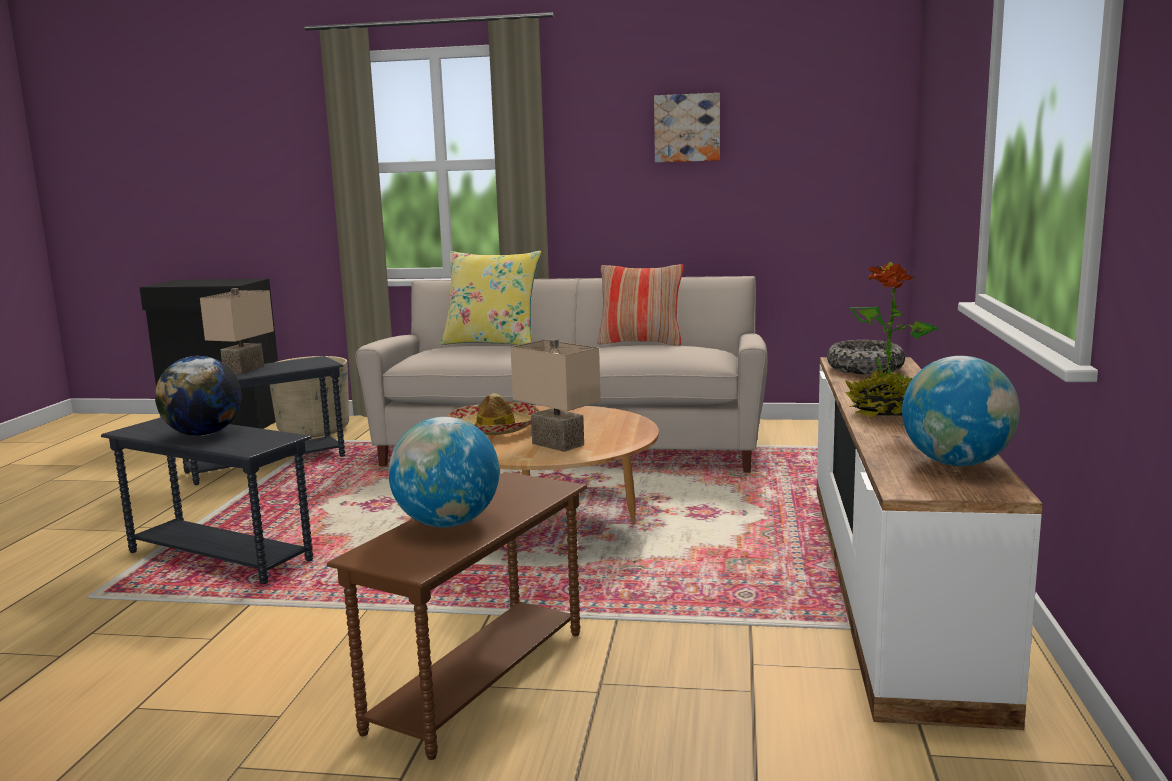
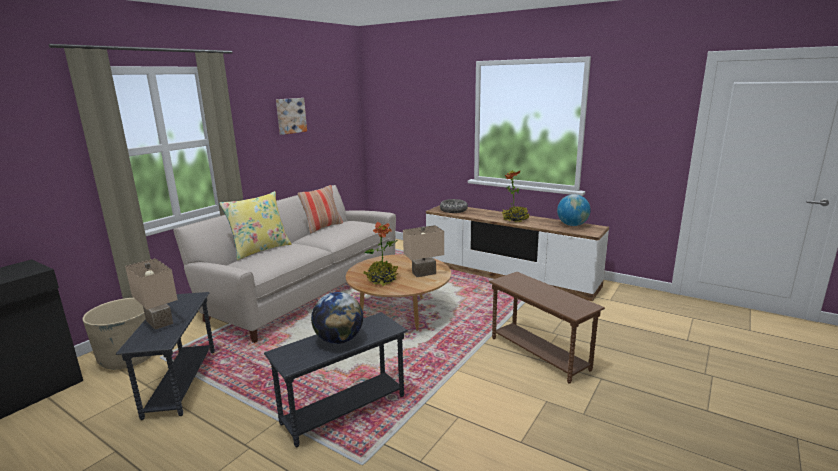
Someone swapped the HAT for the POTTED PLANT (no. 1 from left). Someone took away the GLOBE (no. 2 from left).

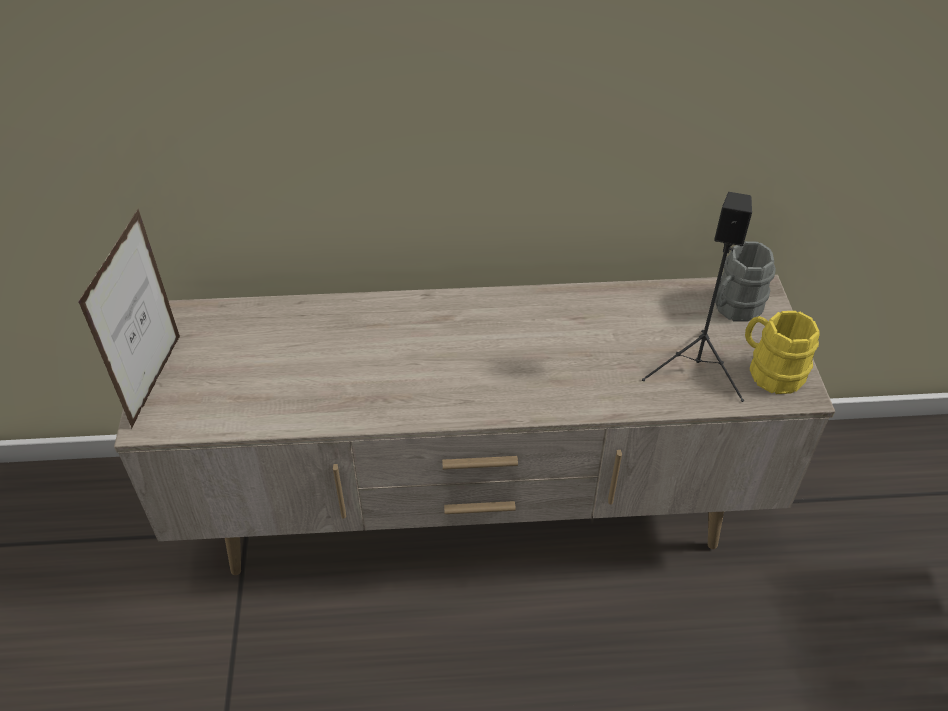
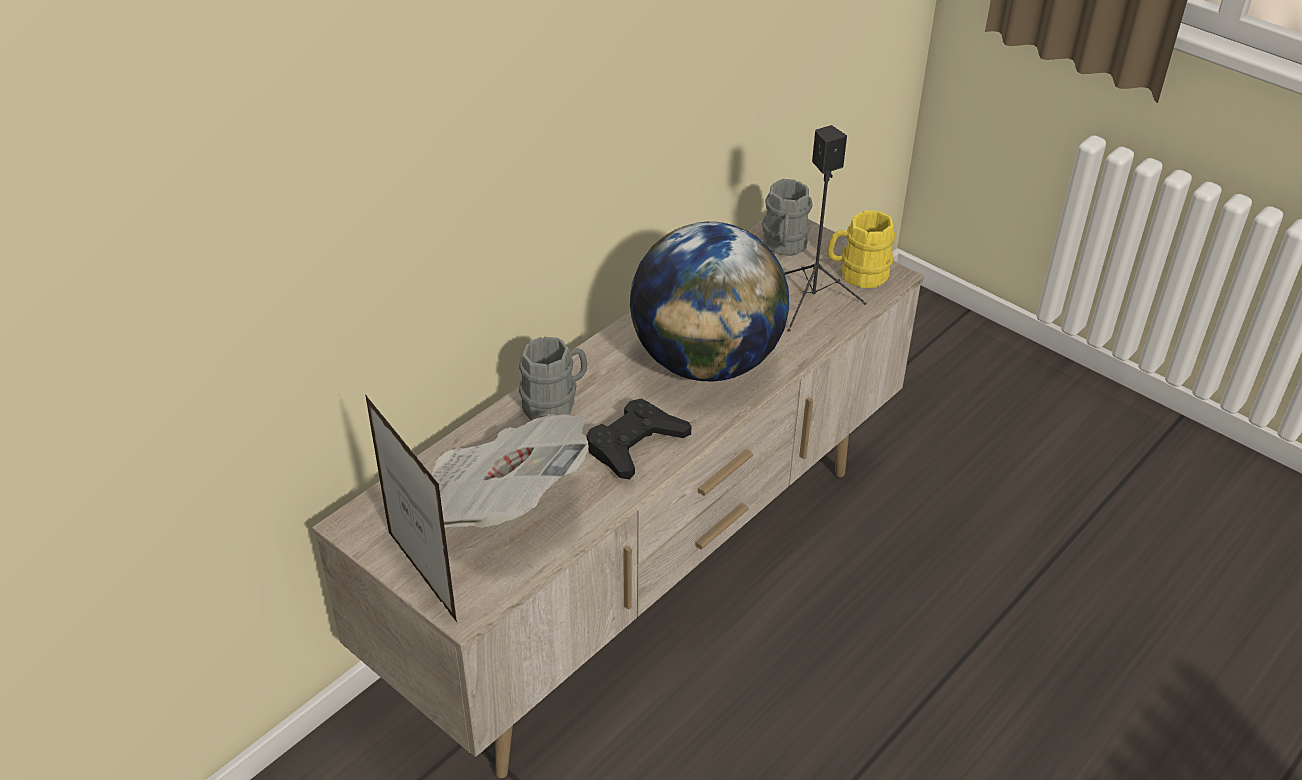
Someone put down the GLOBE. Someone put down the GREY MUG (no. 1 from left). Someone put down the BLACK GAME CONTROLLER. Someone put down the NEWSPAPER.

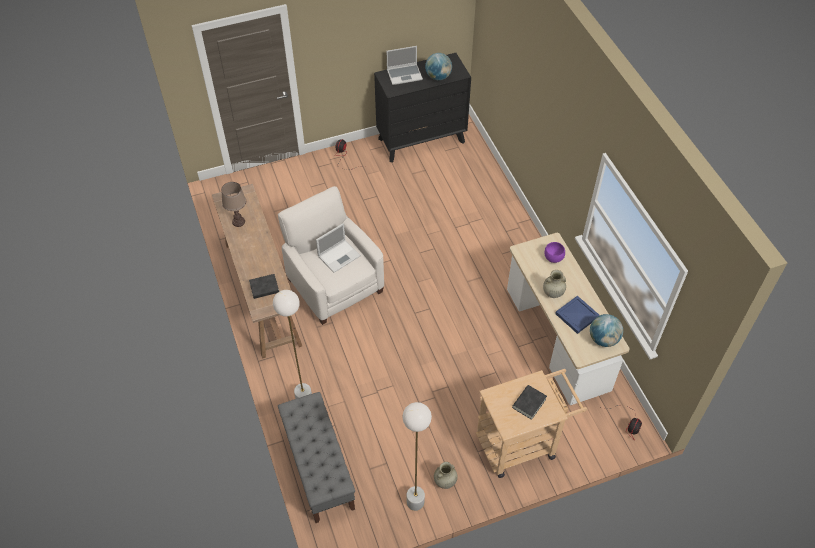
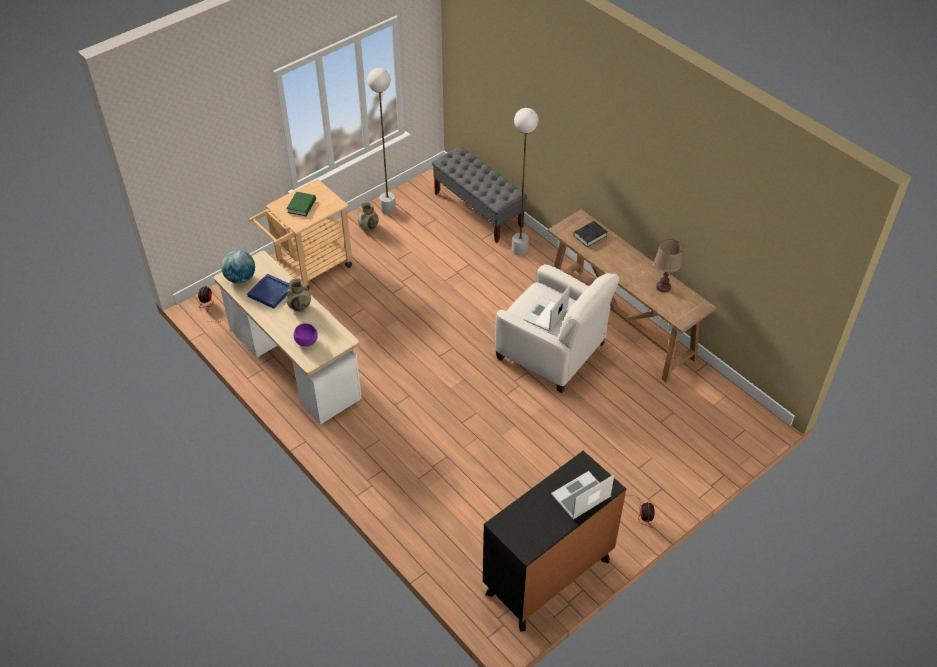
Someone took away the GLOBE (no. 1 from left). Someone repainted the BLACK BOOK (no. 2 from left), which became the GREEN BOOK.

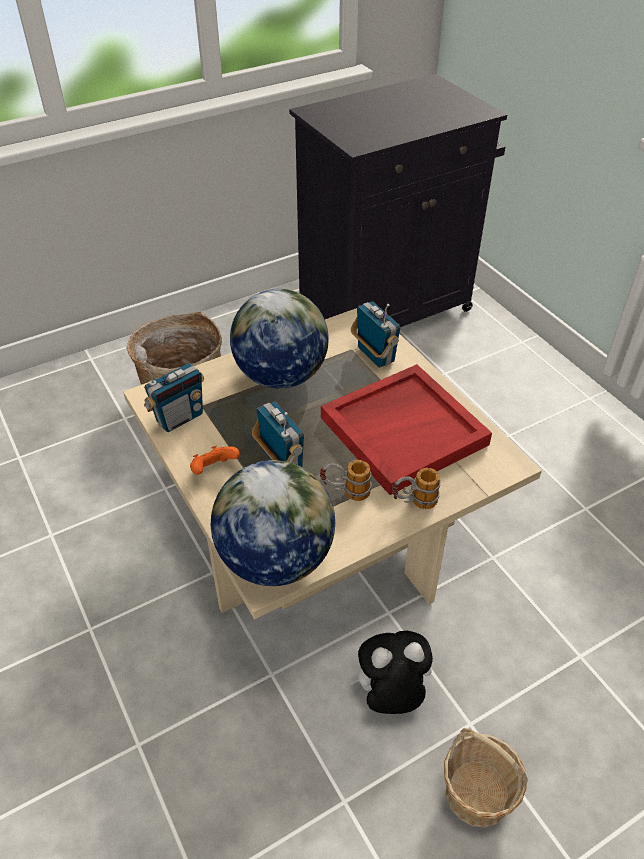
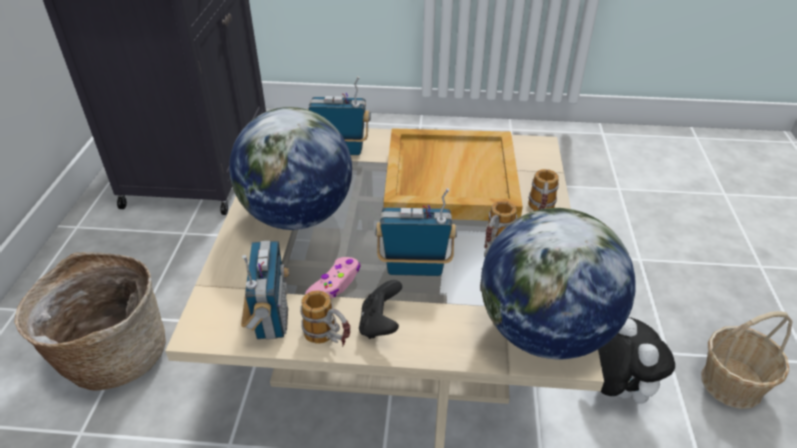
Someone repainted the RED TRAY, which became the BEIGE TRAY. Someone repainted the ORANGE GAME CONTROLLER, which became the BLACK GAME CONTROLLER. Someone rotated the PLUSH TOY by 135 degrees clockwise. Someone put down the PINK GAME CONTROLLER. Someone put down the MUG (no. 1 from left).

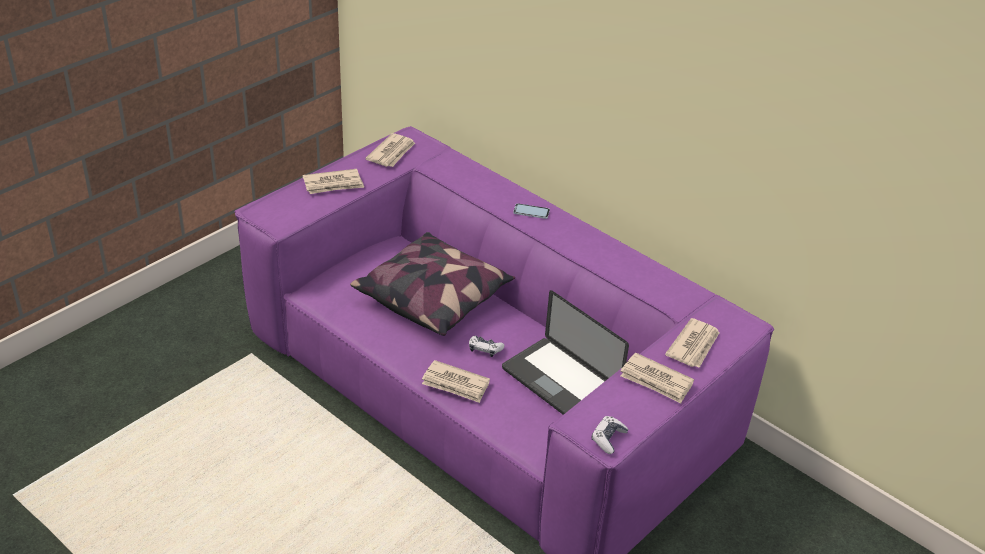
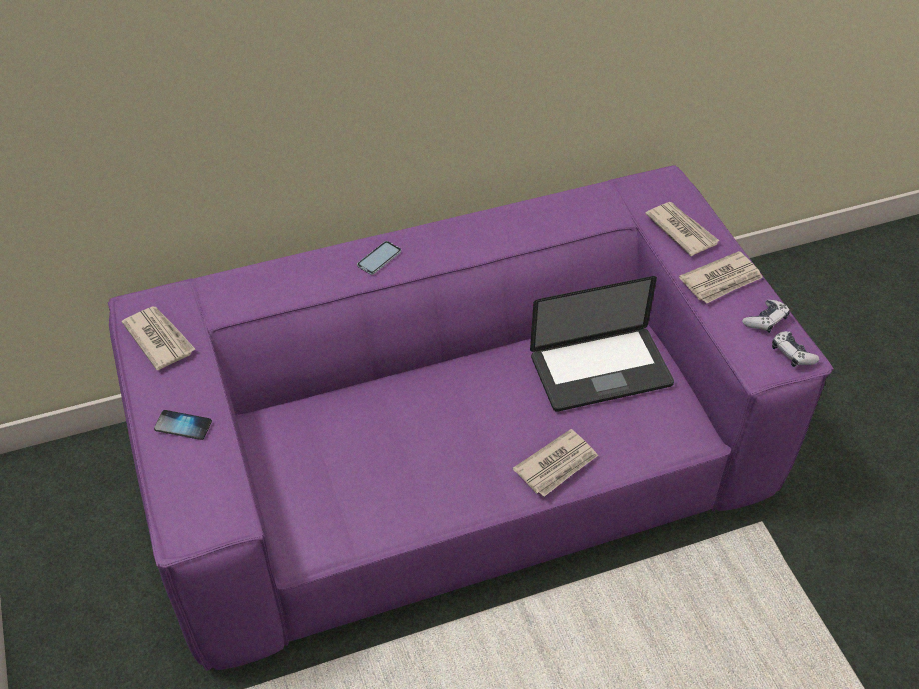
Someone swapped the NEWSPAPER (no. 1 from left) for the PHONE (no. 1 from left). Someone took away the PILLOW. Someone carried the GAME CONTROLLER (no. 1 from left).

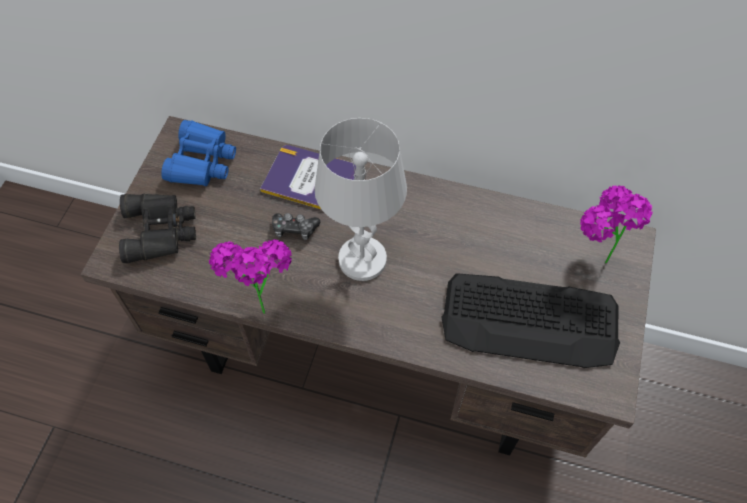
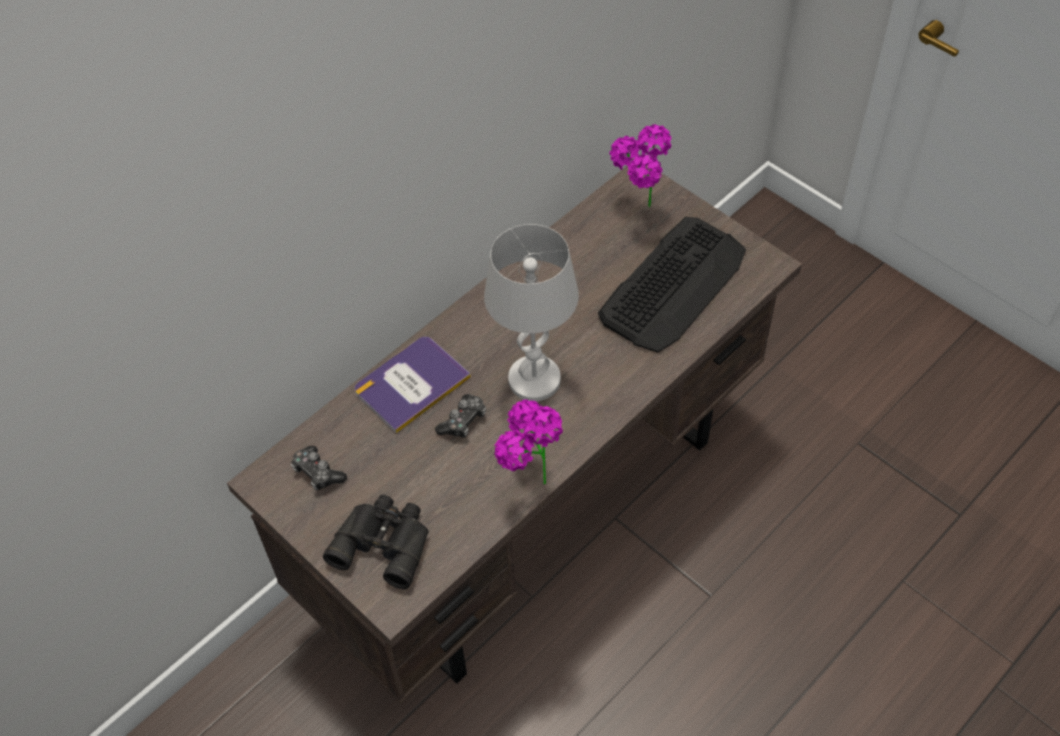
Someone swapped the BLUE BINOCULARS for the GAME CONTROLLER (no. 1 from left).

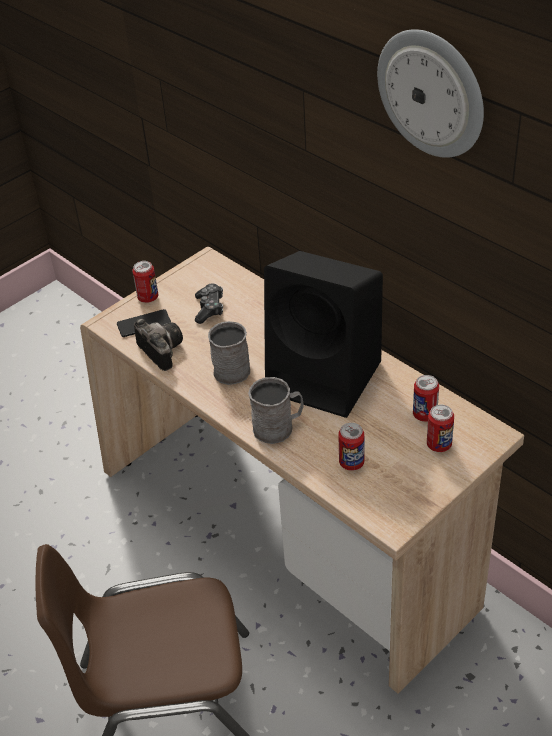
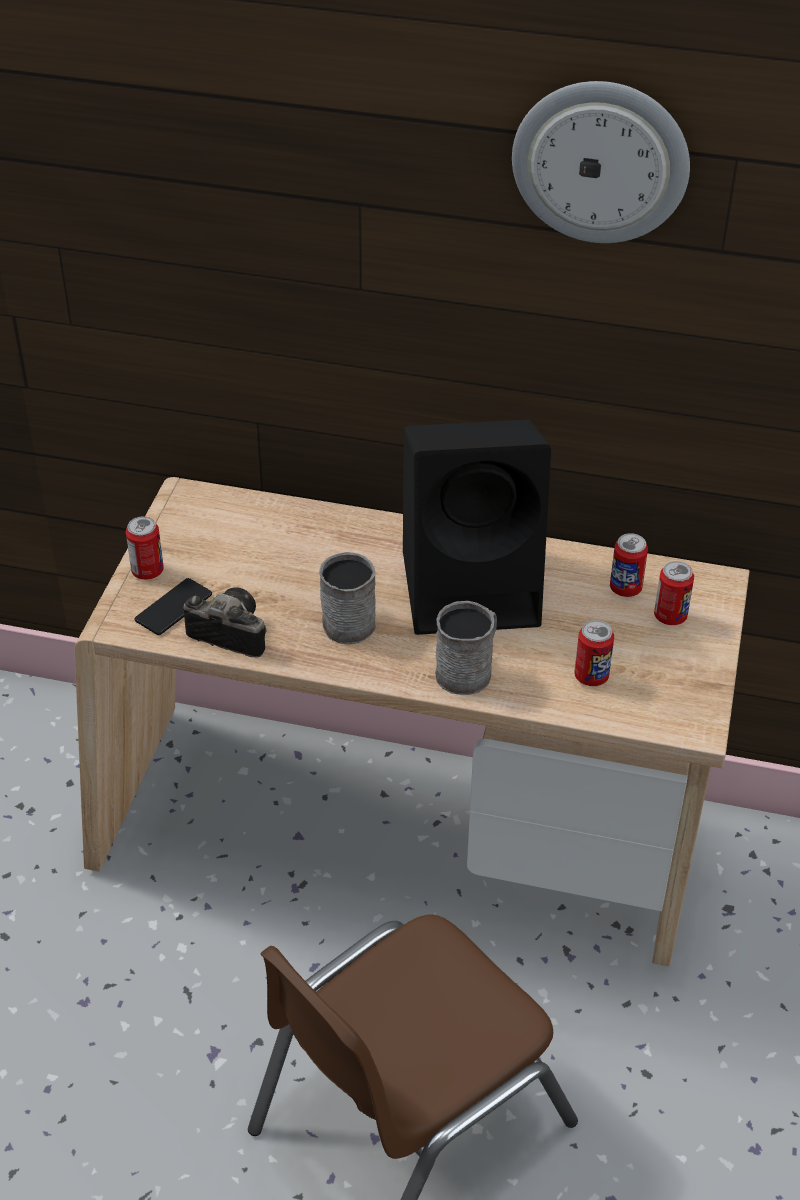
Someone took away the GAME CONTROLLER.

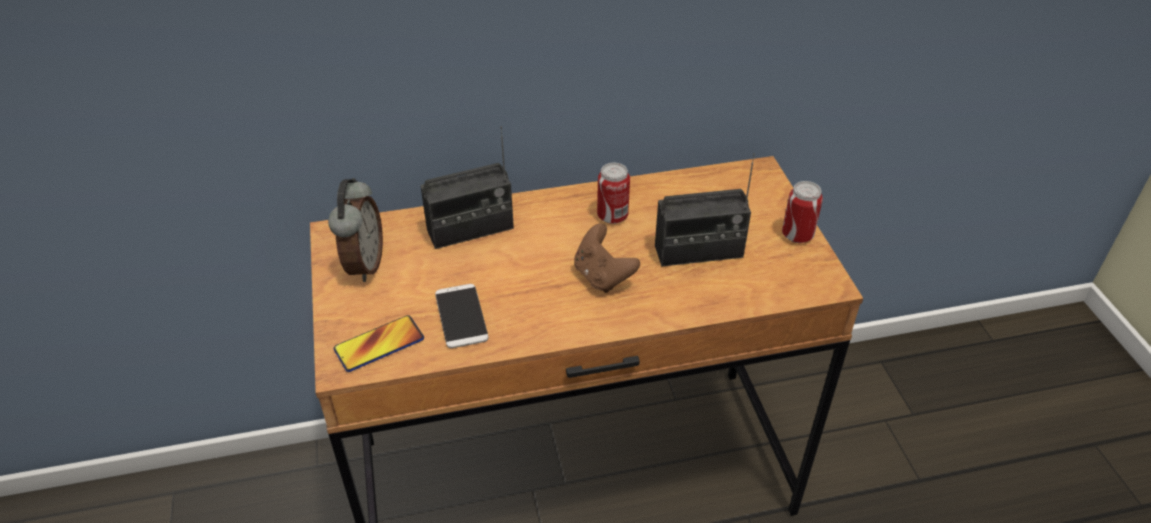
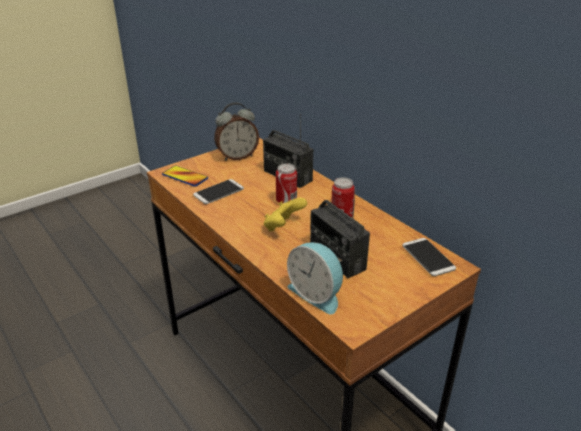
Someone carried the CAN (no. 2 from left in the first image). Someone repainted the BROWN GAME CONTROLLER, which became the YELLOW GAME CONTROLLER. Someone put down the PHONE (no. 3 from left). Someone put down the ALARM CLOCK (no. 2 from left).

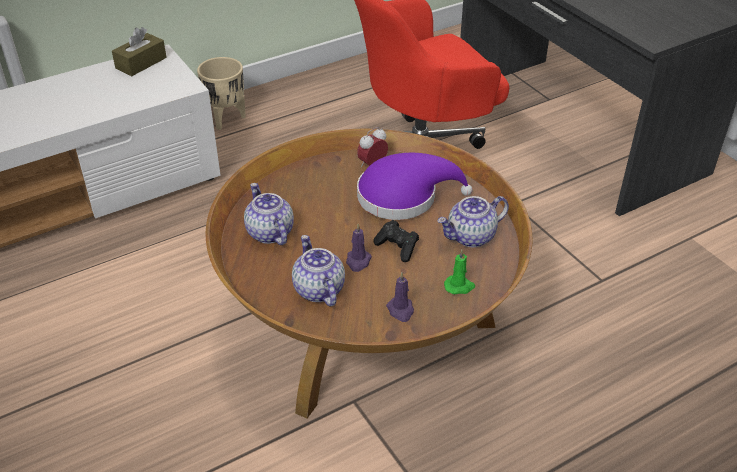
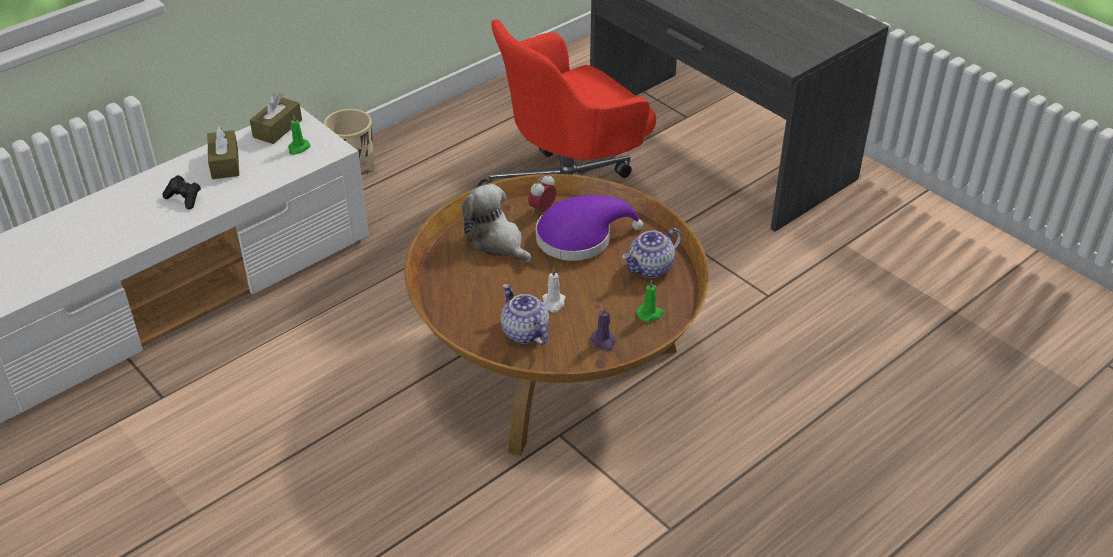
Someone took away the TEAPOT (no. 1 from left). Someone carried the BLACK GAME CONTROLLER. Someone repainted the PURPLE CANDLE (no. 1 from left), which became the WHITE CANDLE. Someone put down the GREEN CANDLE (no. 1 from left). Someone put down the BROWN TISSUE BOX (no. 1 from left). Someone put down the PLUSH TOY.

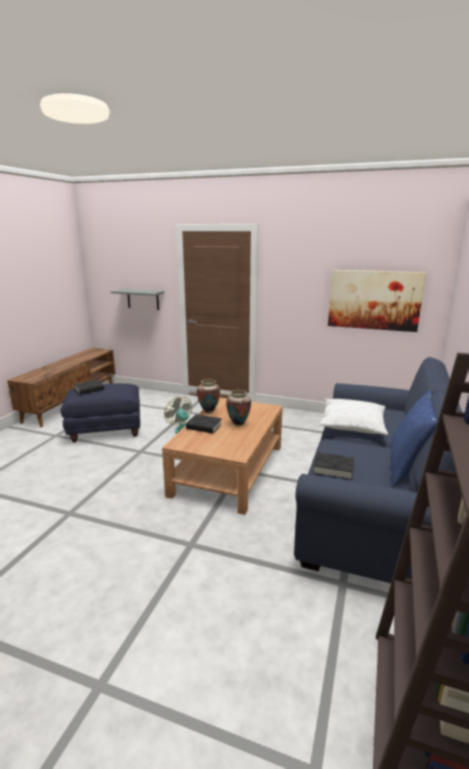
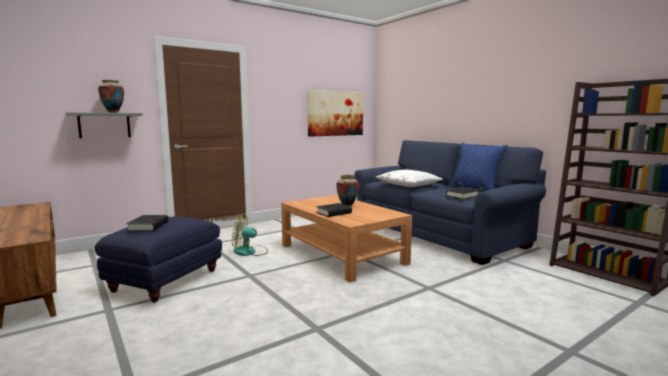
Someone carried the VASE (no. 1 from left).

